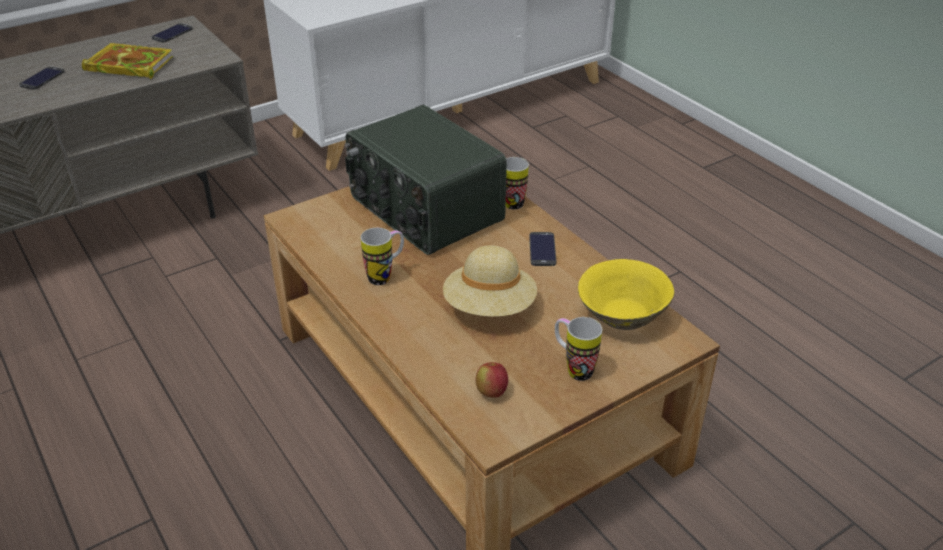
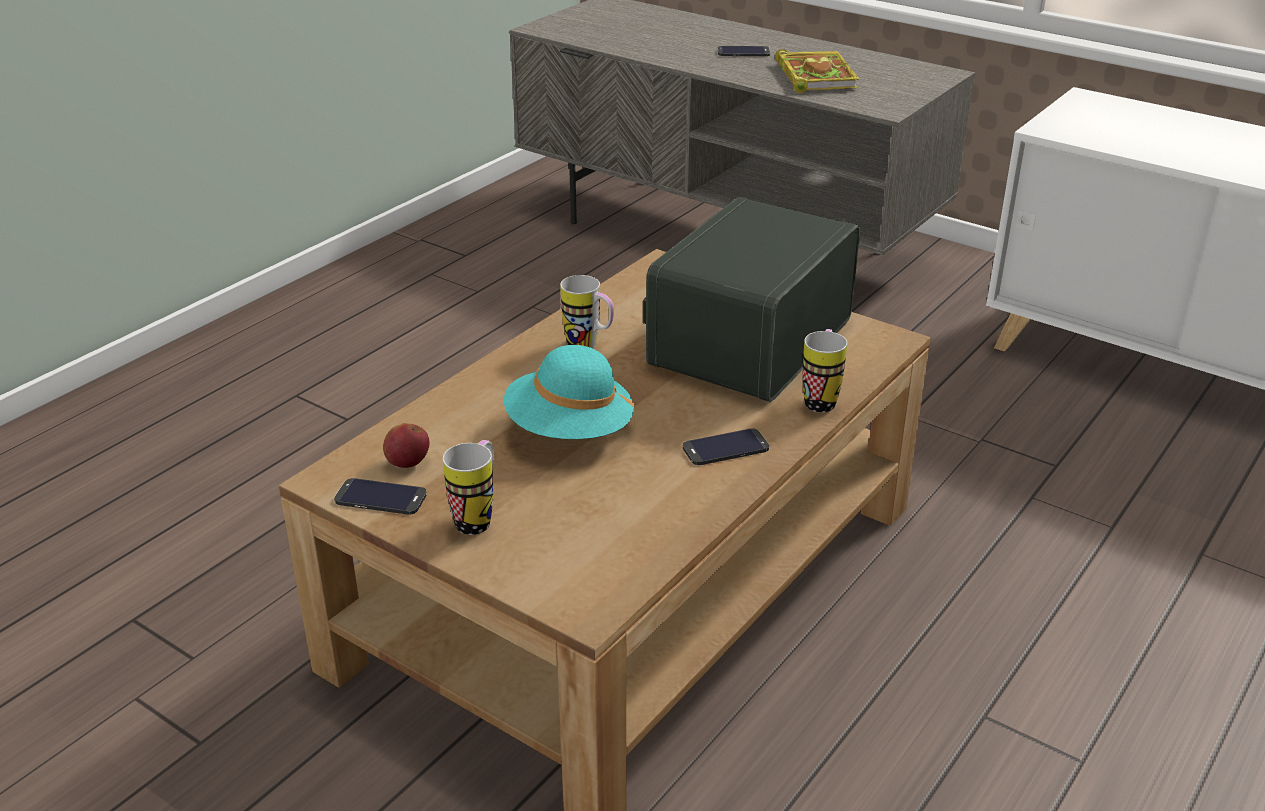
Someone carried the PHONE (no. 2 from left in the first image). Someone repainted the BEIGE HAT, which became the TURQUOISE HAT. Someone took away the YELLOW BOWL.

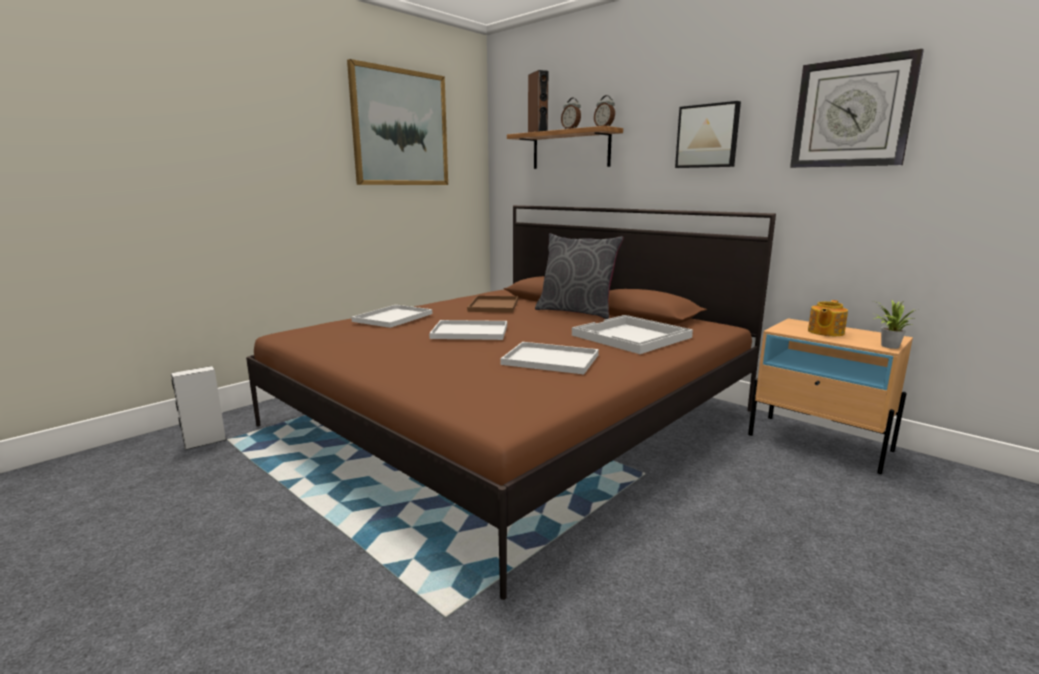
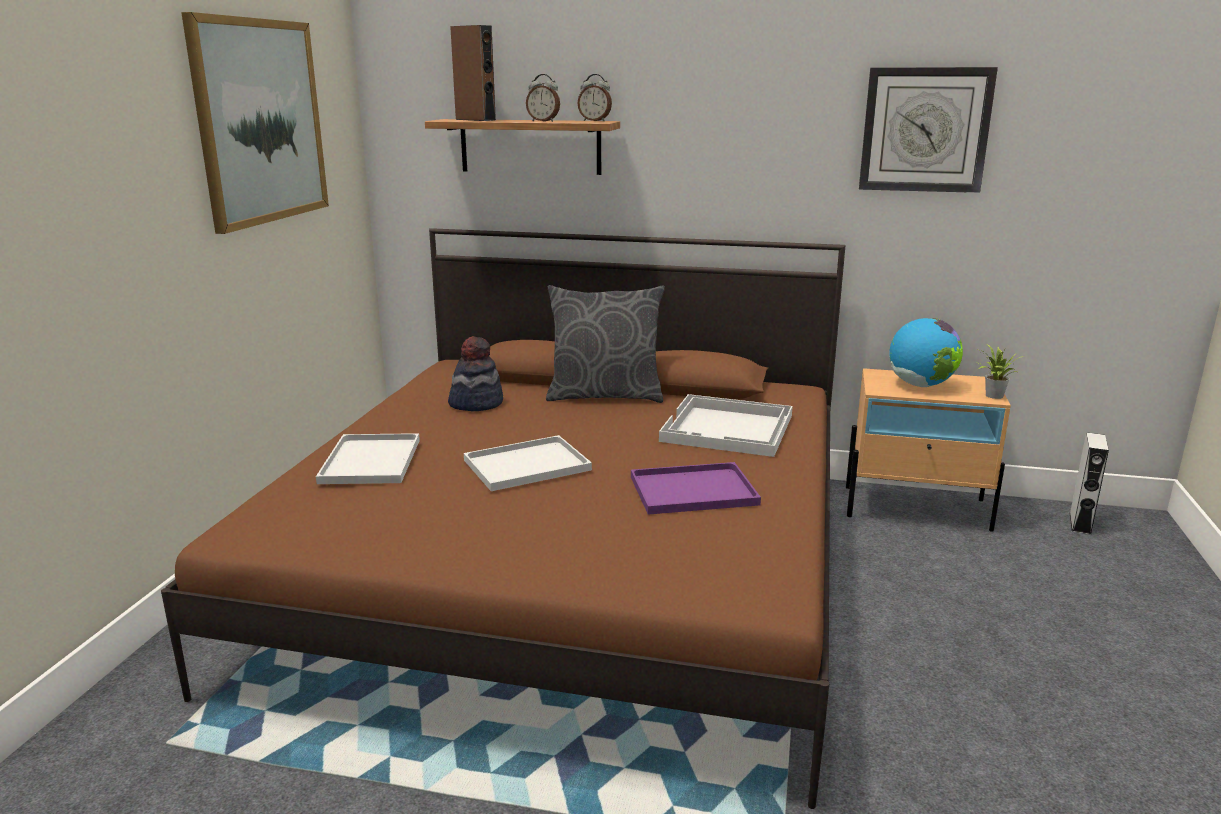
Someone took away the PICTURE (no. 2 from left). Someone swapped the BROWN TRAY for the HAT. Someone swapped the TEAPOT for the GLOBE. Someone repainted the WHITE TRAY (no. 3 from left), which became the PURPLE TRAY. Someone carried the GREY SPEAKER.

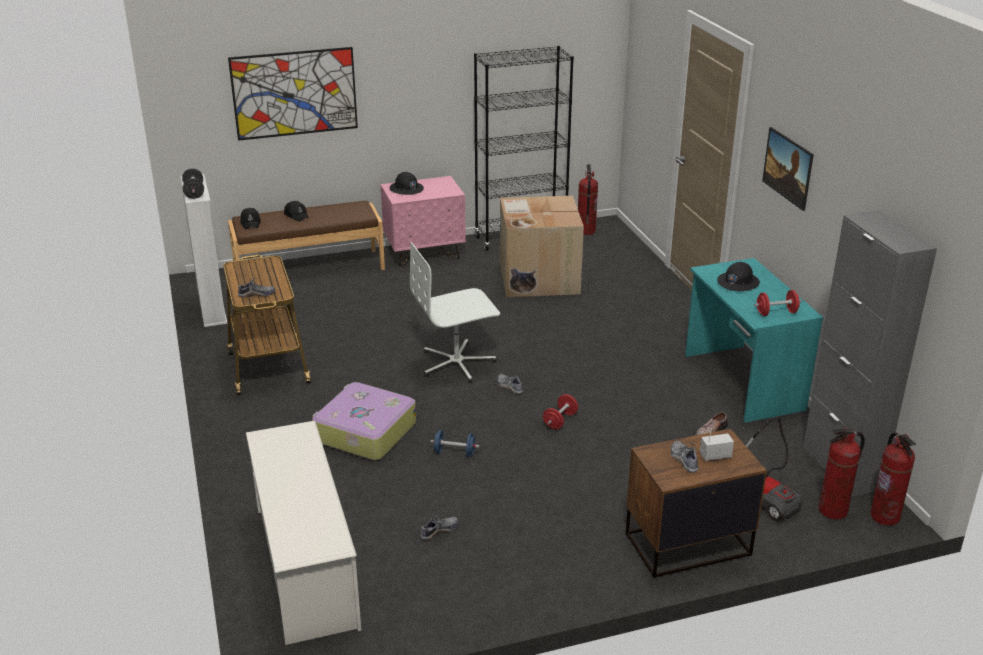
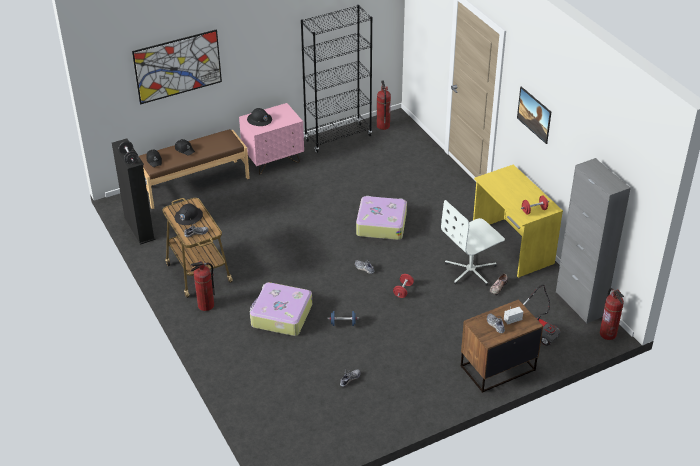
Someone repainted the WHITE BOOKCASE, which became the BLACK BOOKCASE (no. 1 from left). Someone took away the CARDBOARD BOX. Someone carried the WHITE OFFICE CHAIR. Someone repainted the TURQUOISE DESK, which became the YELLOW DESK. Someone carried the BLACK HARD HAT (no. 2 from left in the first image). Someone took away the WHITE SHOE RACK. Someone carried the FIRE EXTINGUISHER (no. 2 from left in the first image). Someone put down the SUITCASE (no. 2 from left).

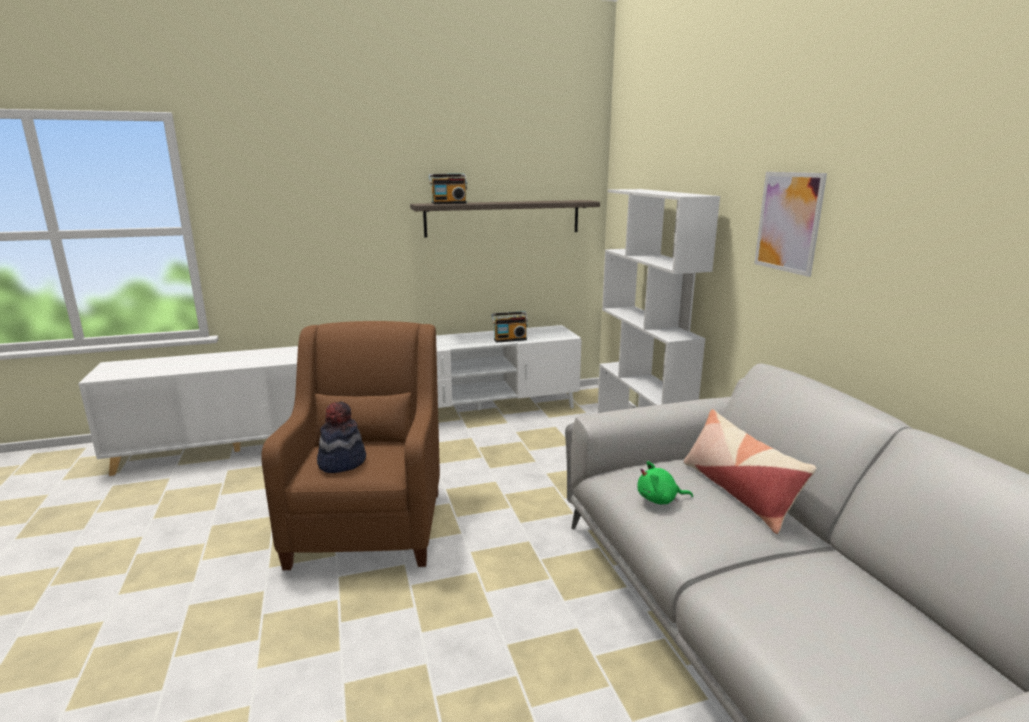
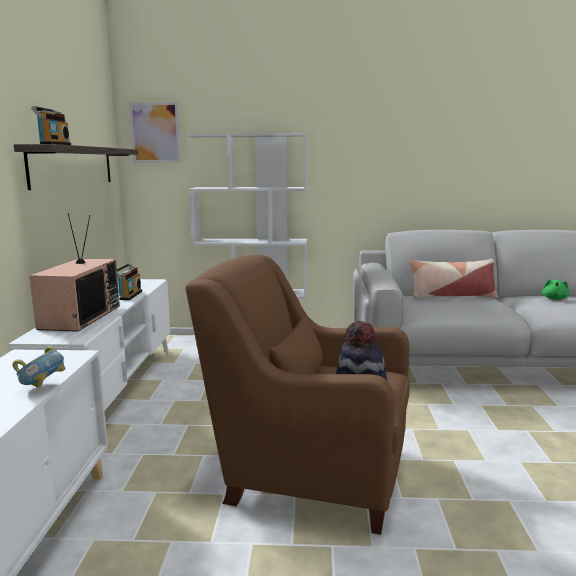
Someone carried the PICTURE. Someone carried the GREEN PLUSH TOY. Someone put down the TELEVISION. Someone put down the BOWL.

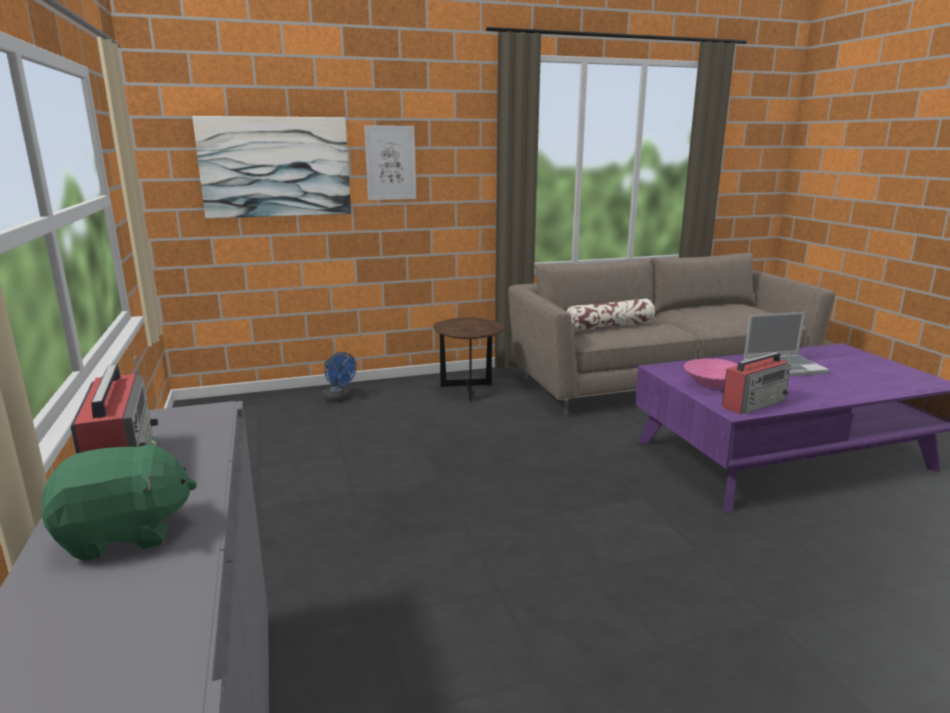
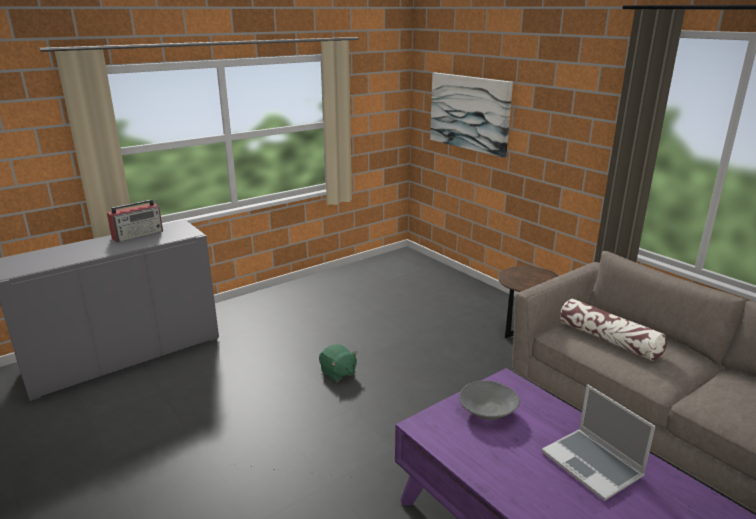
Someone took away the PICTURE (no. 2 from left). Someone took away the BLUE FAN. Someone took away the RADIO (no. 2 from left). Someone repainted the PINK BOWL, which became the GREY BOWL. Someone carried the GREEN PLUSH TOY.

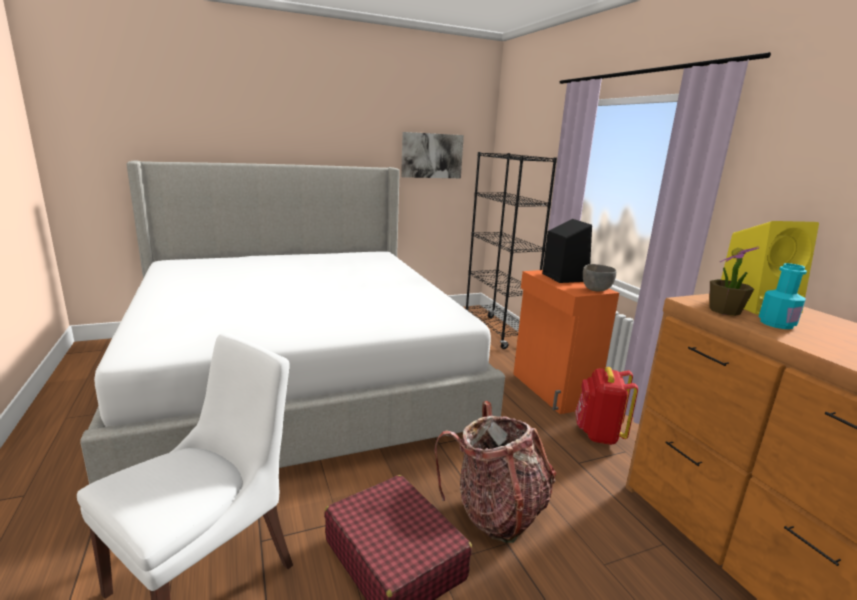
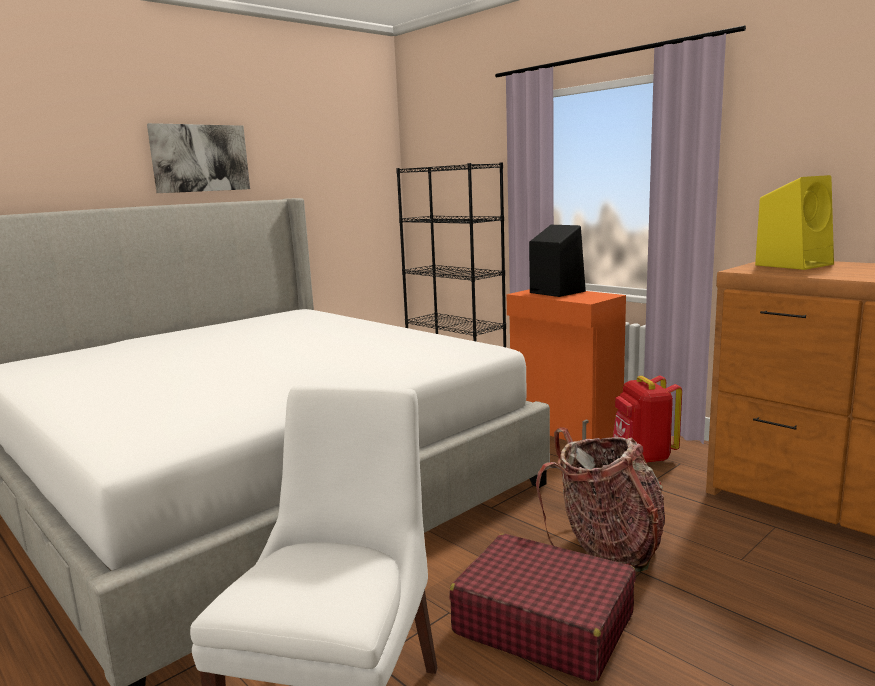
Someone carried the PICTURE. Someone took away the POTTED PLANT. Someone took away the TURQUOISE BOTTLE. Someone took away the GREY BOWL.

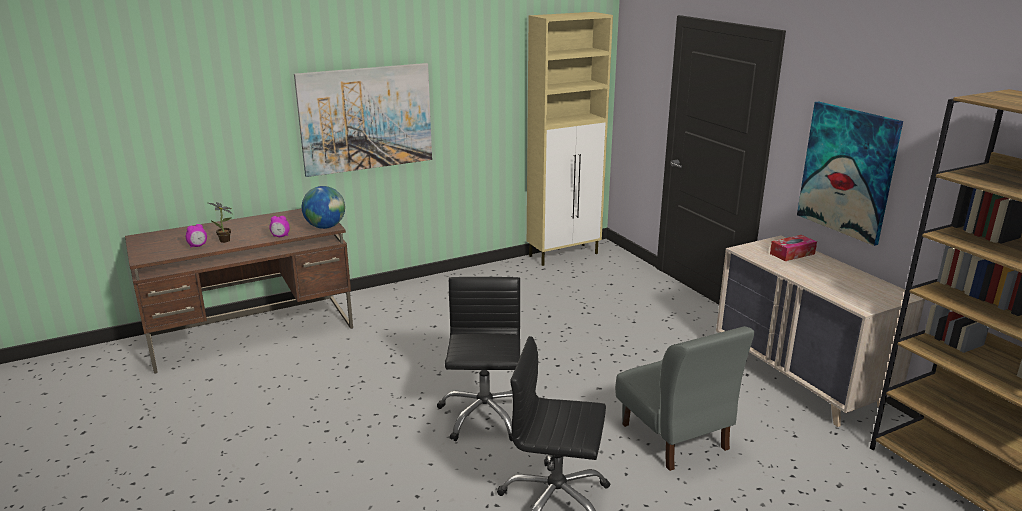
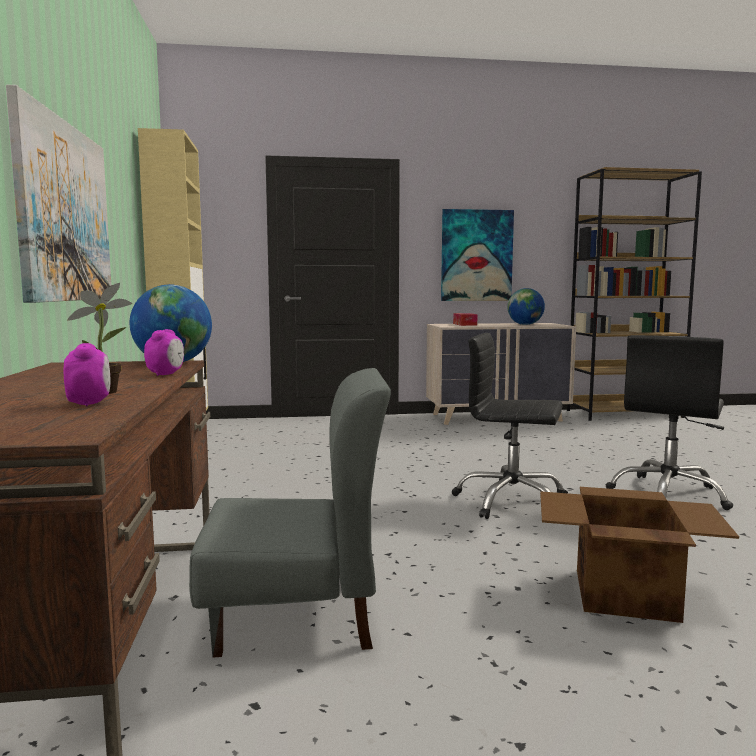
Someone carried the GREY CHAIR. Someone put down the GLOBE (no. 2 from left). Someone put down the CARDBOARD BOX.

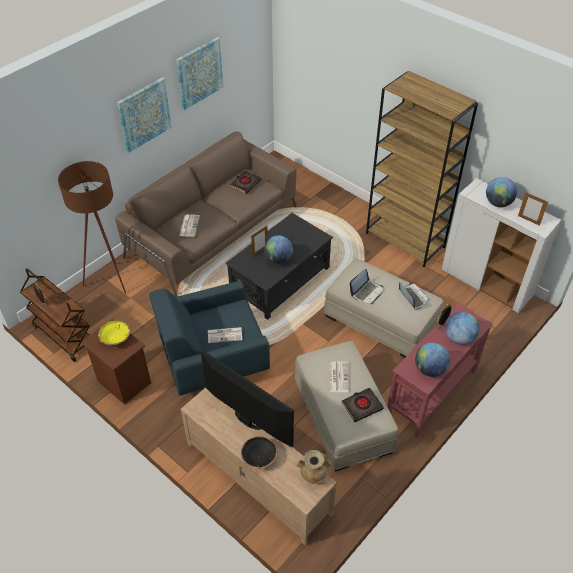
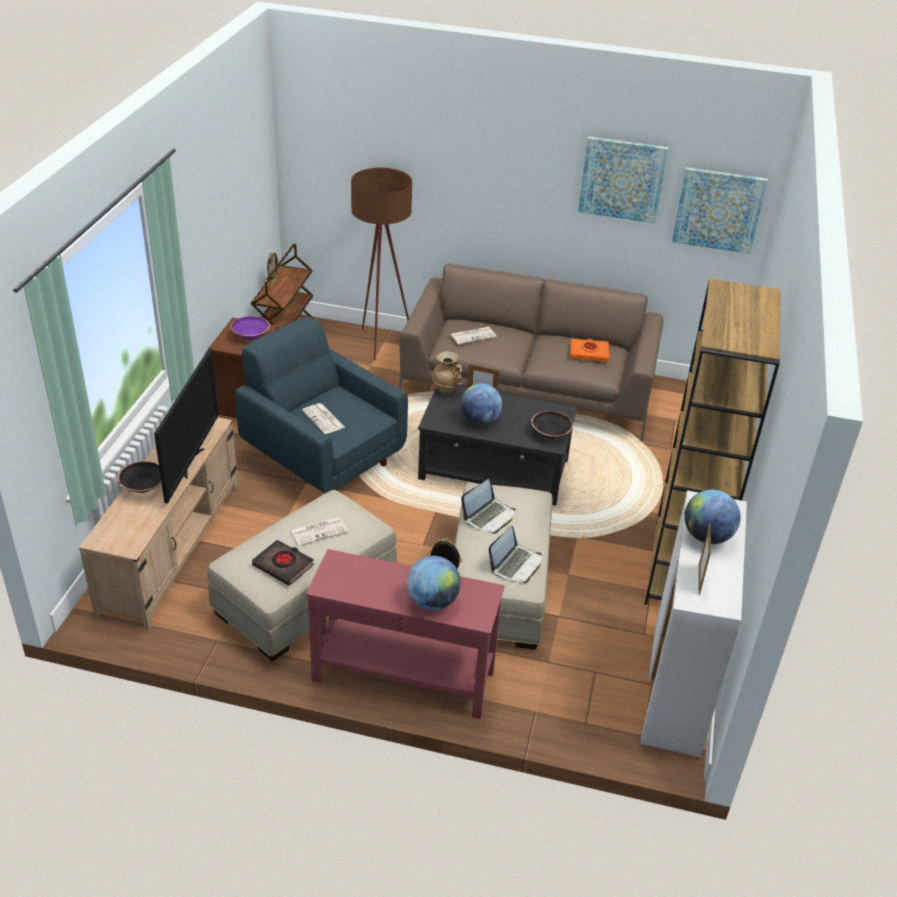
Someone carried the PICTURE (no. 1 from left in the first image). Someone repainted the BLACK BOOK (no. 1 from left), which became the ORANGE BOOK. Someone rotated the LAPTOP (no. 1 from left) by 60 degrees counterclockwise. Someone repainted the YELLOW BOWL, which became the PURPLE BOWL. Someone took away the GLOBE (no. 2 from left). Someone carried the BEIGE VASE. Someone put down the BLACK BOWL (no. 2 from left).

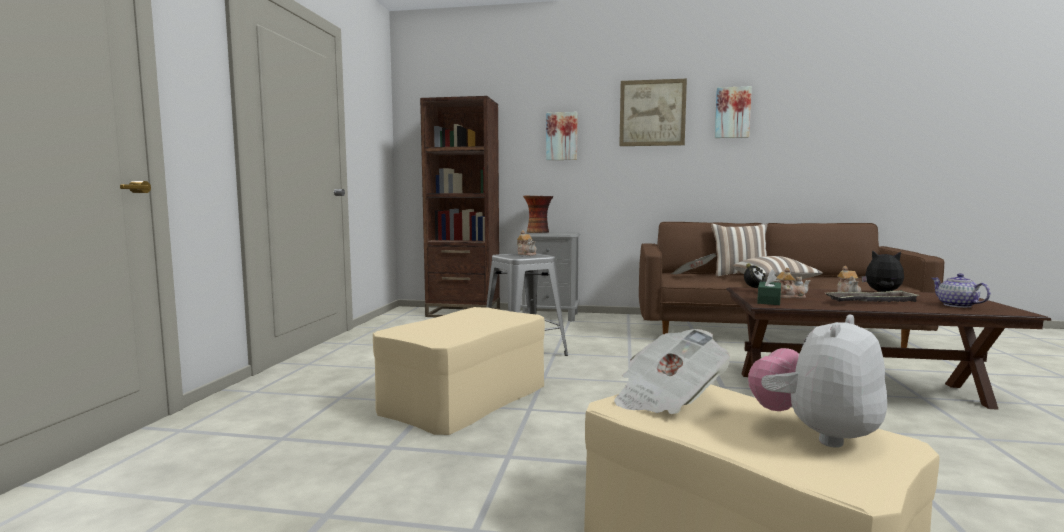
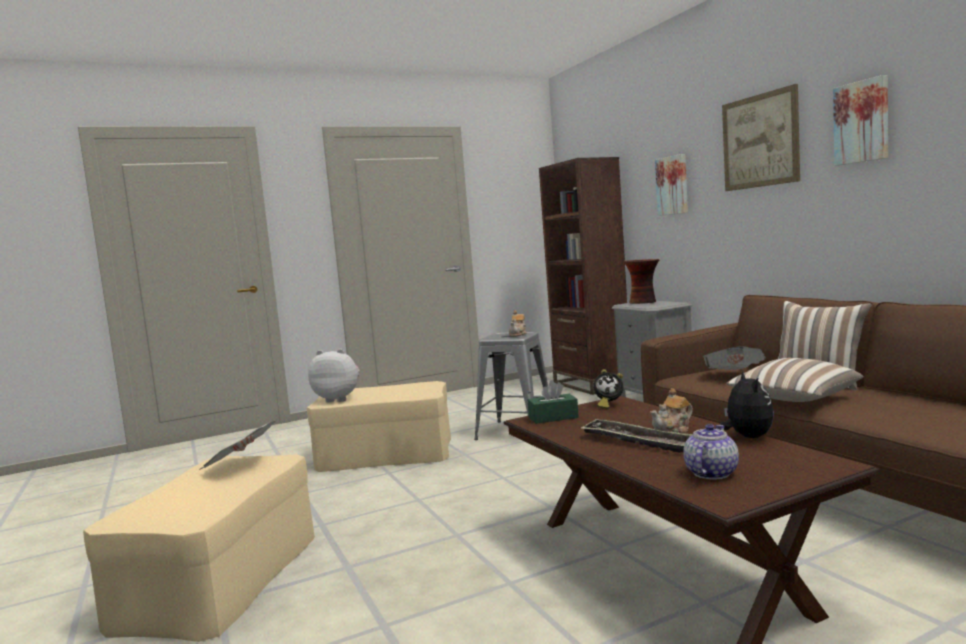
Someone took away the TEAPOT (no. 2 from left). Someone carried the PLUSH TOY (no. 1 from left).

